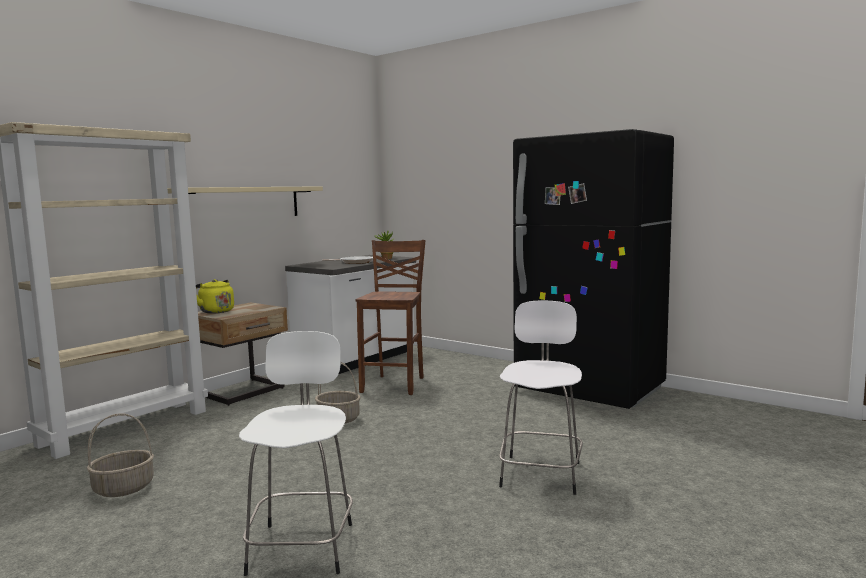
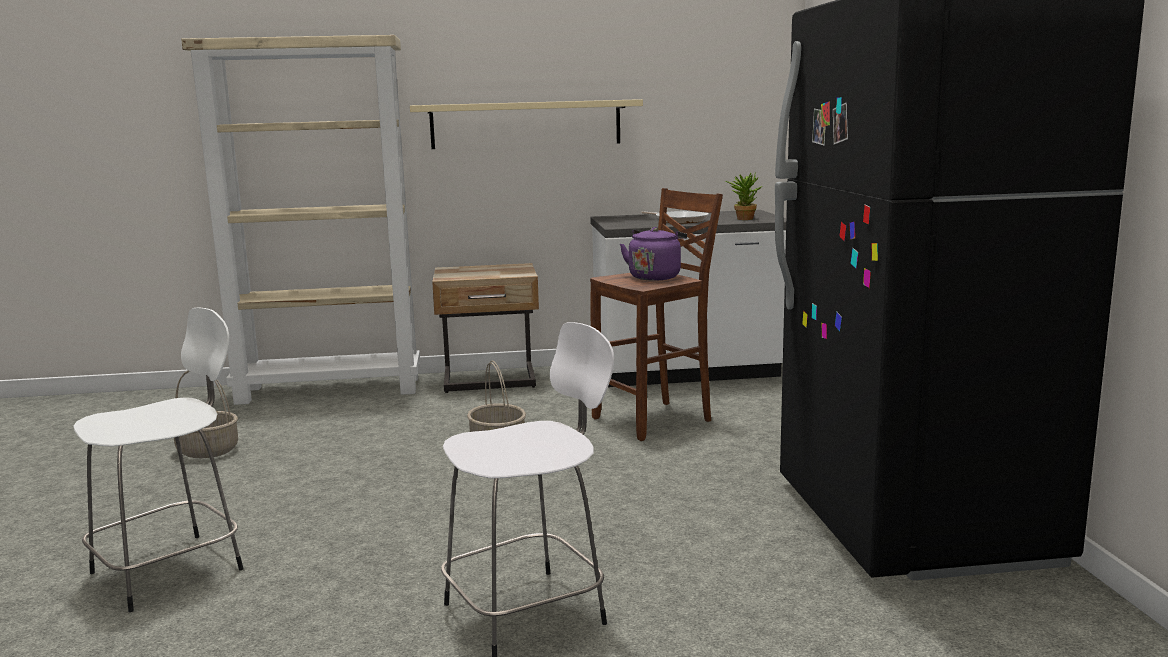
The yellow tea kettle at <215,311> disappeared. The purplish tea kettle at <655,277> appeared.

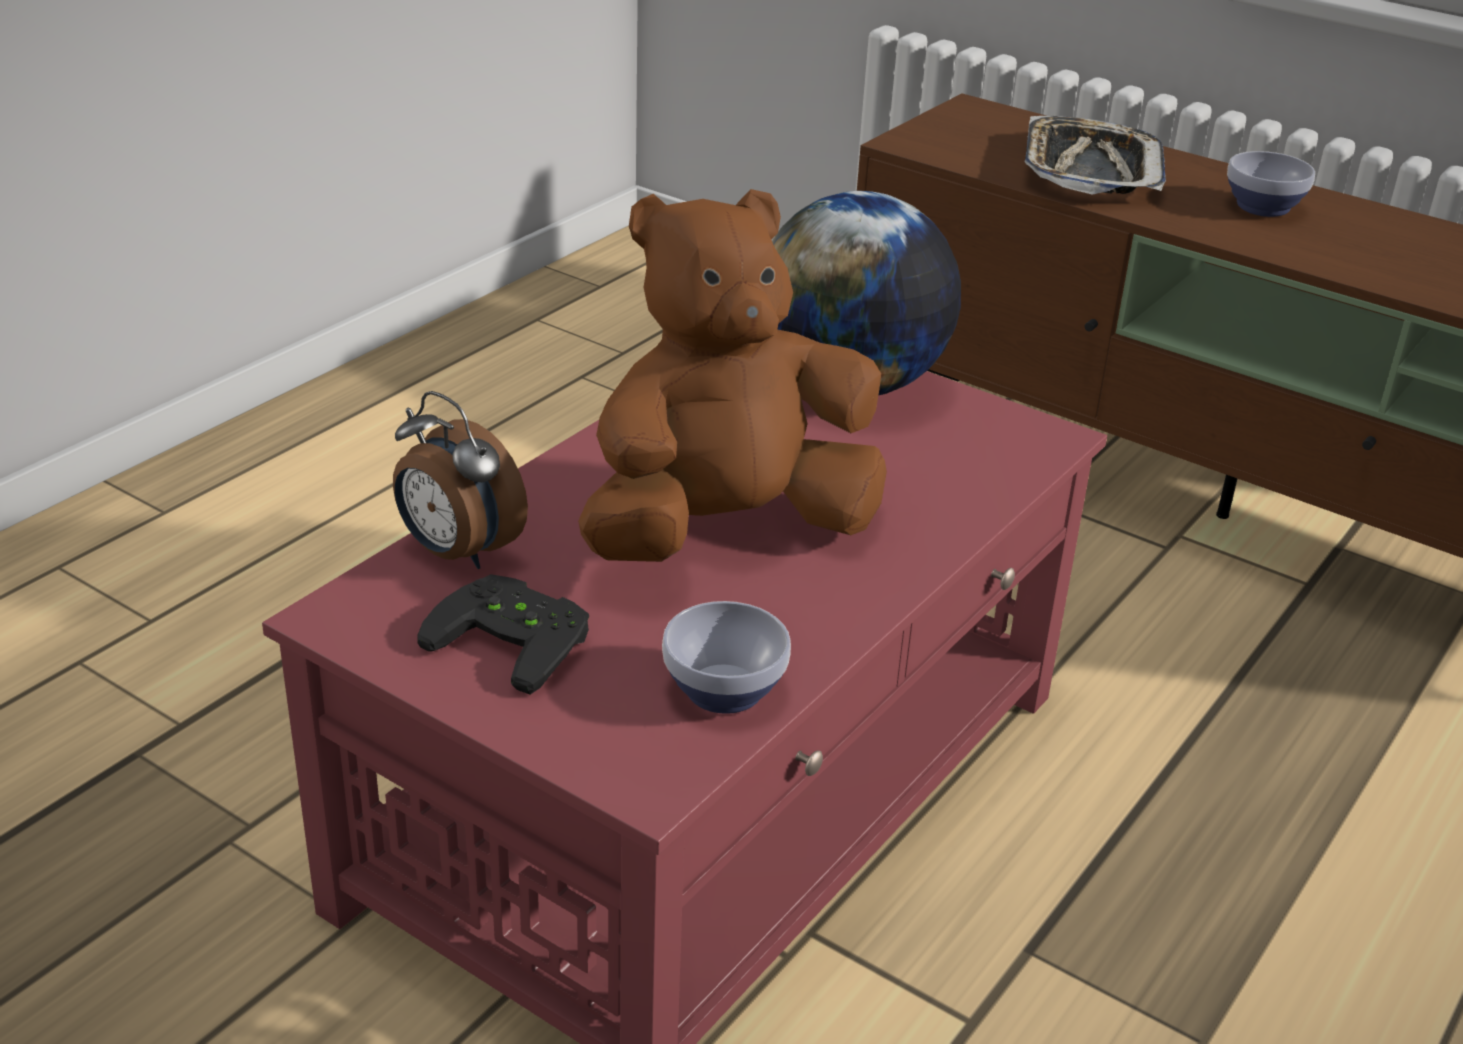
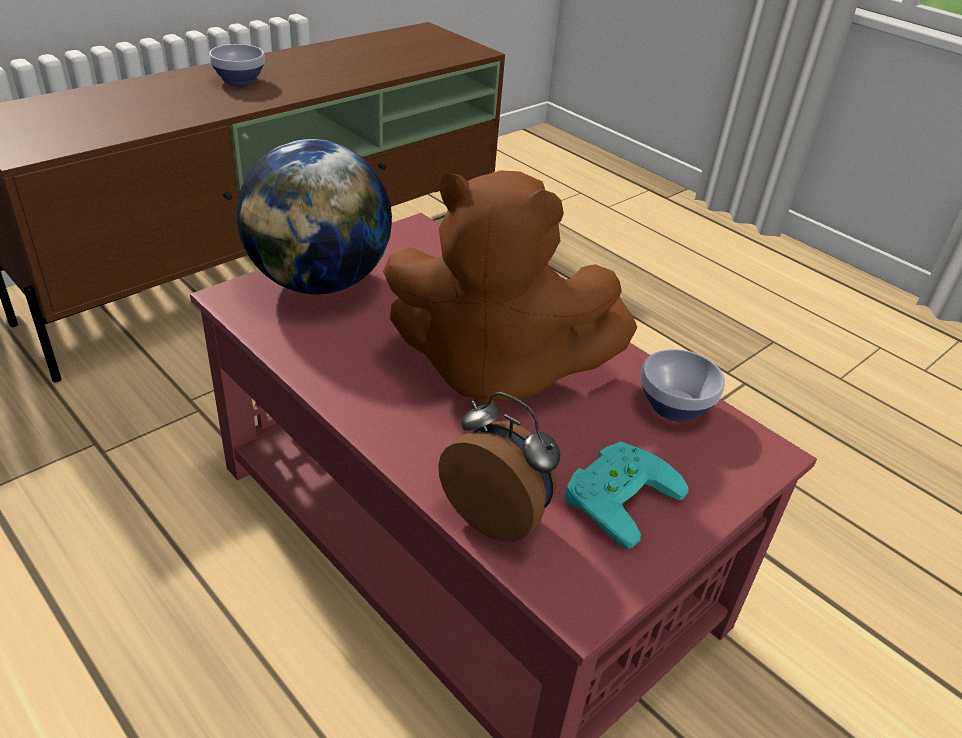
The table clock at <457,552> turned 105 degrees counterclockwise. The black-coloured joypad at <516,638> became the blue-green joypad at <616,494>. The brownish plush toy at <727,530> turned 60 degrees counterclockwise. The serving tray at <1089,170> disappeared.

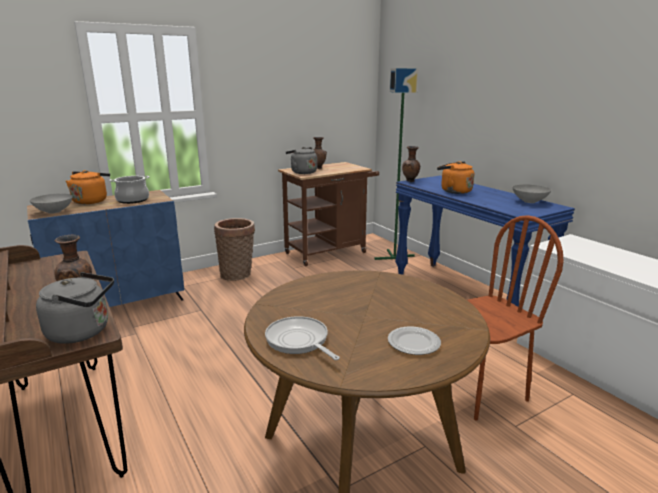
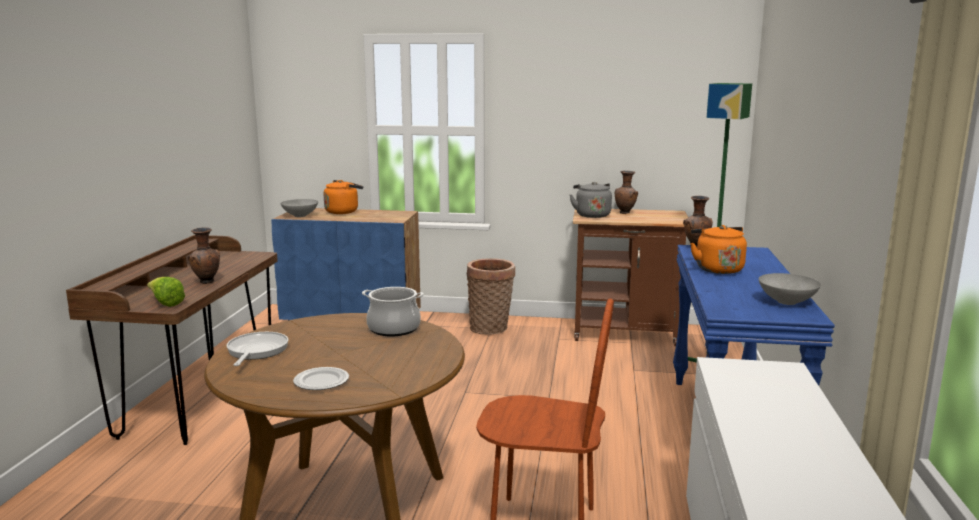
The grey tea kettle at <83,332> was replaced by the head of lettuce at <166,303>. The cooking pot moved from <132,200> to <393,329>.

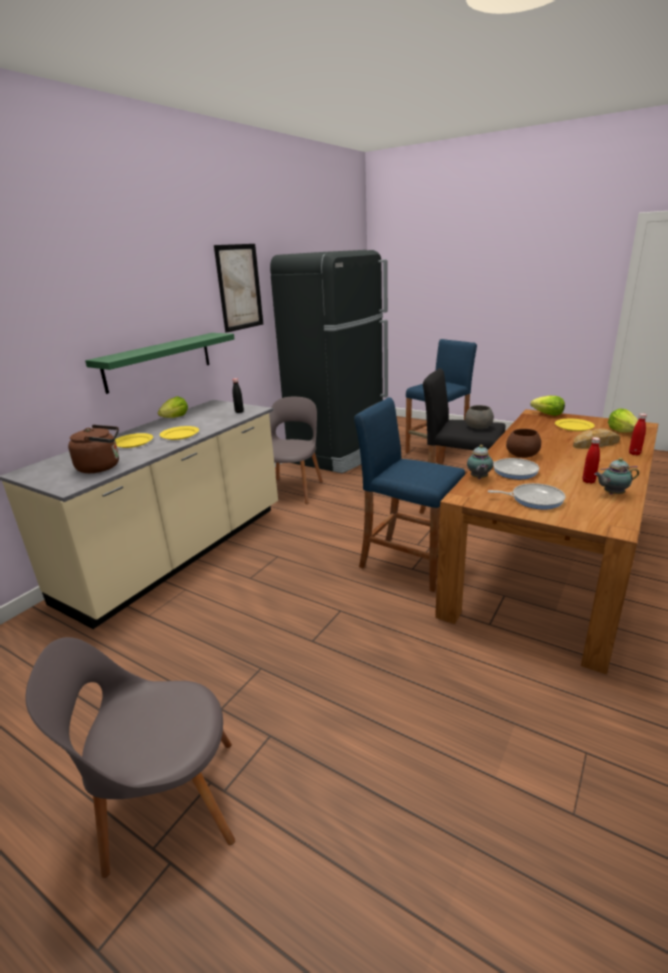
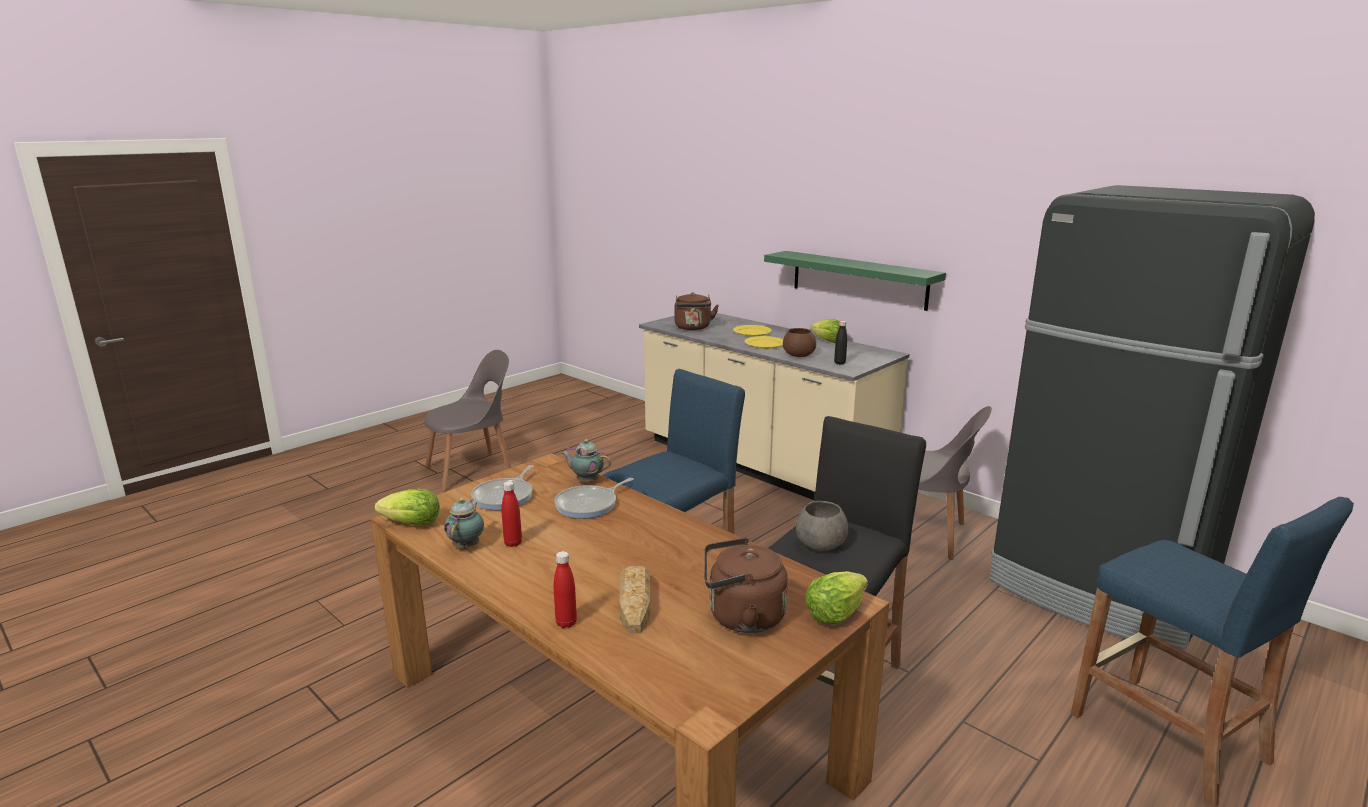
The grey upright chair at <165,803> turned 60 degrees clockwise. The picture at <239,287> disappeared. The brownish deep dish moved from <523,454> to <799,355>. The yellow dinner plate at <573,426> was replaced by the brownish tea kettle at <741,617>. The head of lettuce moved from <622,431> to <412,524>.

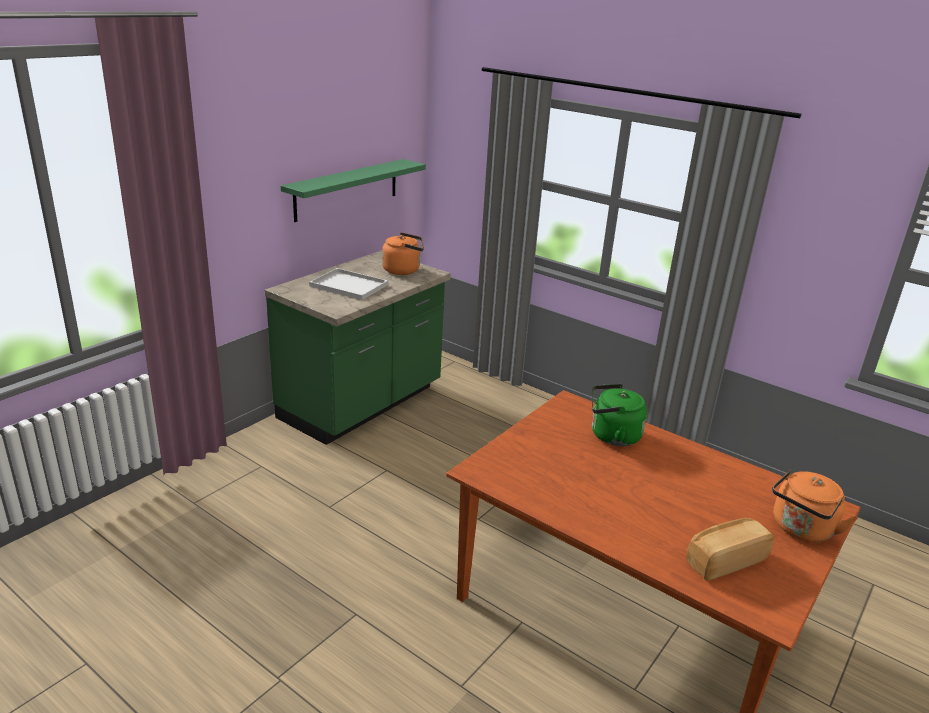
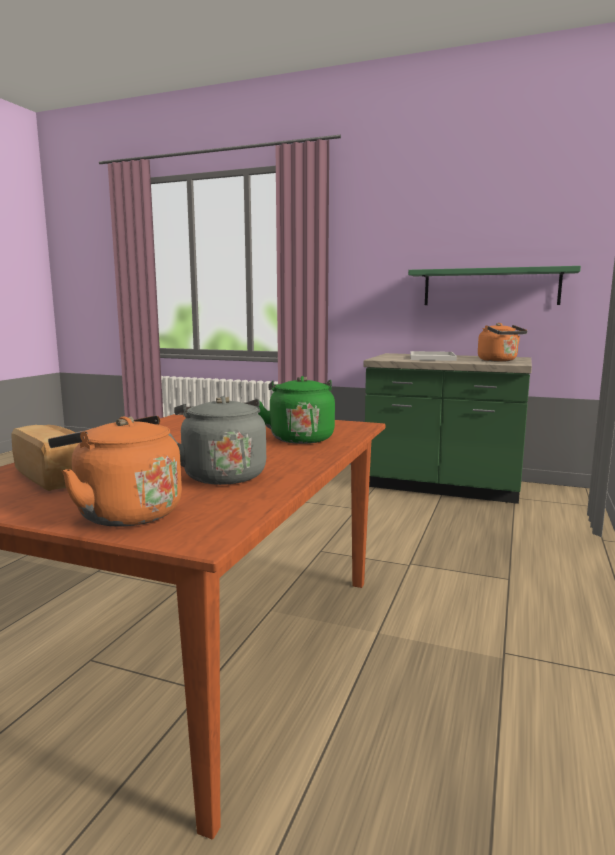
The grey tea kettle at <221,475> appeared.

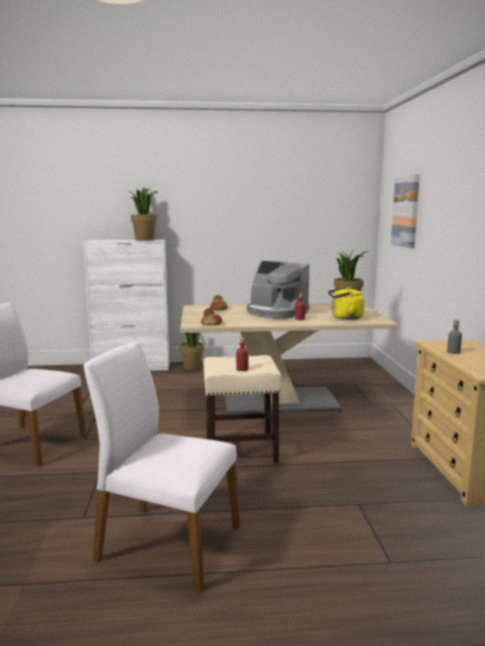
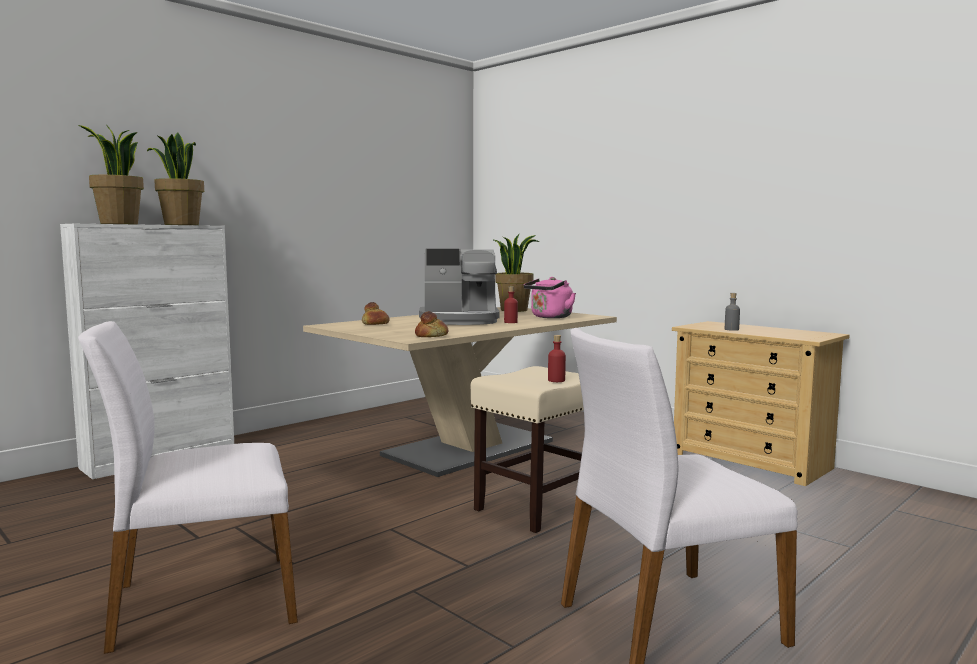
The plant in a pot moved from <191,367> to <118,224>. The yellow tea kettle at <344,318> became the pink tea kettle at <550,317>. The picture at <406,211> disappeared.

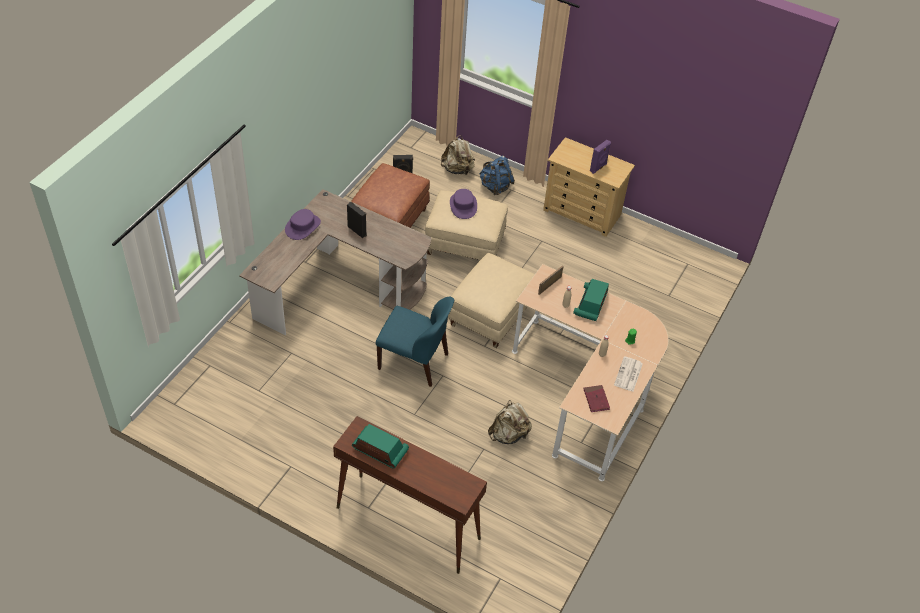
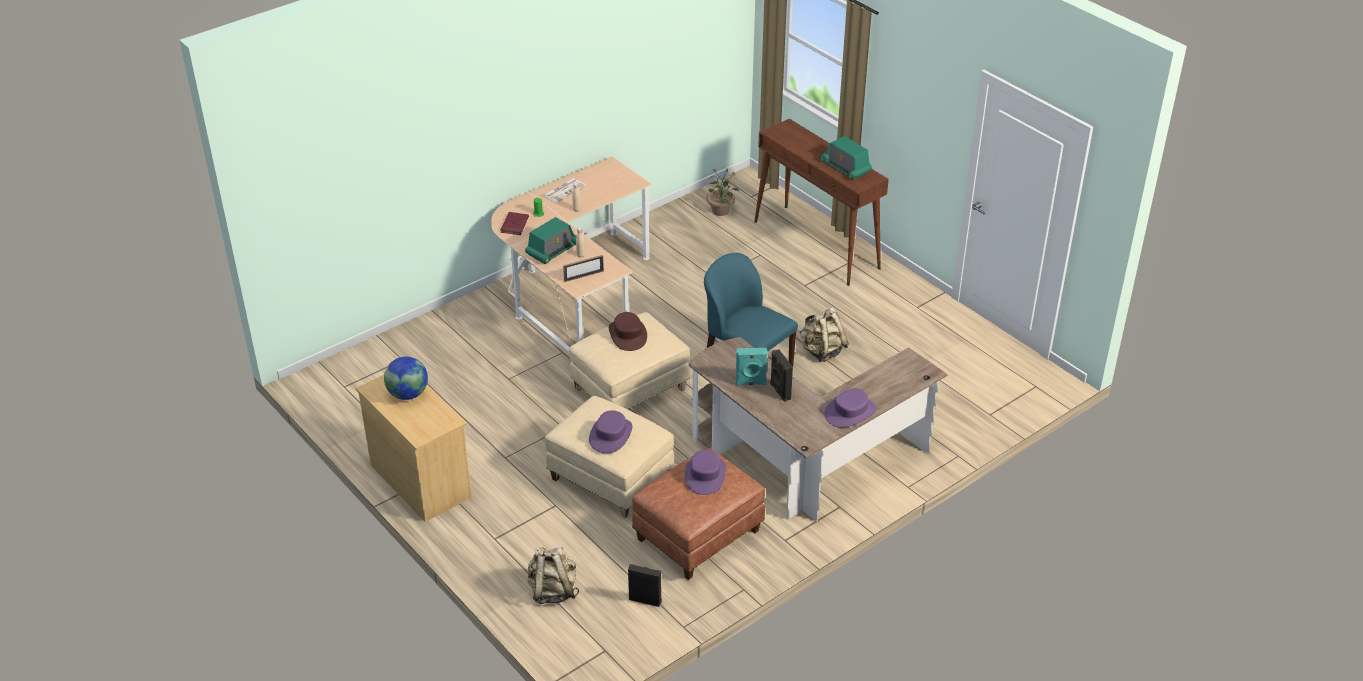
The blue knapsack at <495,187> disappeared. The sand-coloured knapsack moved from <508,434> to <822,351>. The red bound book moved from <596,399> to <514,225>. The purplish audio speaker at <598,168> was replaced by the globe at <408,394>. The brownish wearable hat at <628,335> appeared. The purplish wearable hat at <705,475> appeared. The plant in a pot at <720,210> appeared. The blue-green audio speaker at <750,383> appeared.

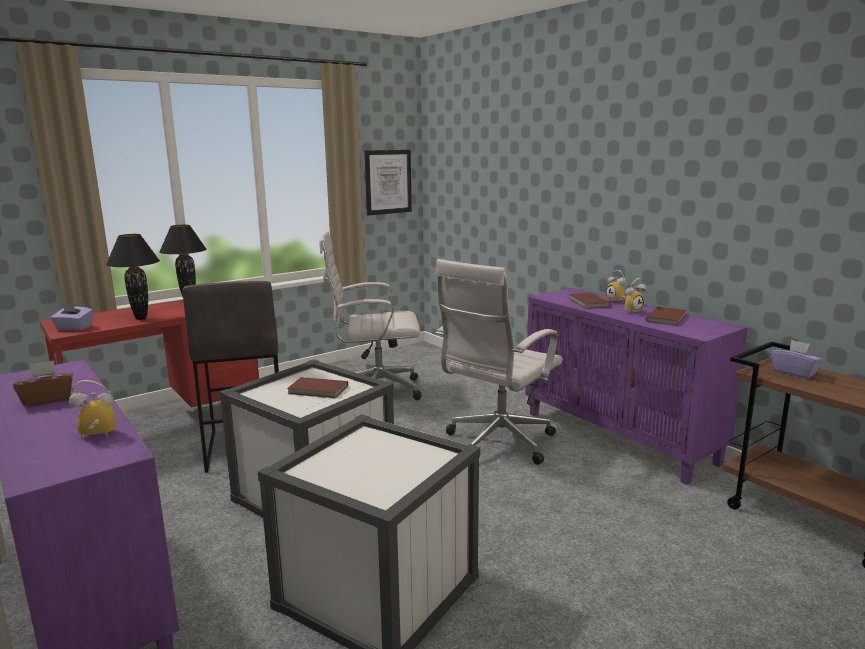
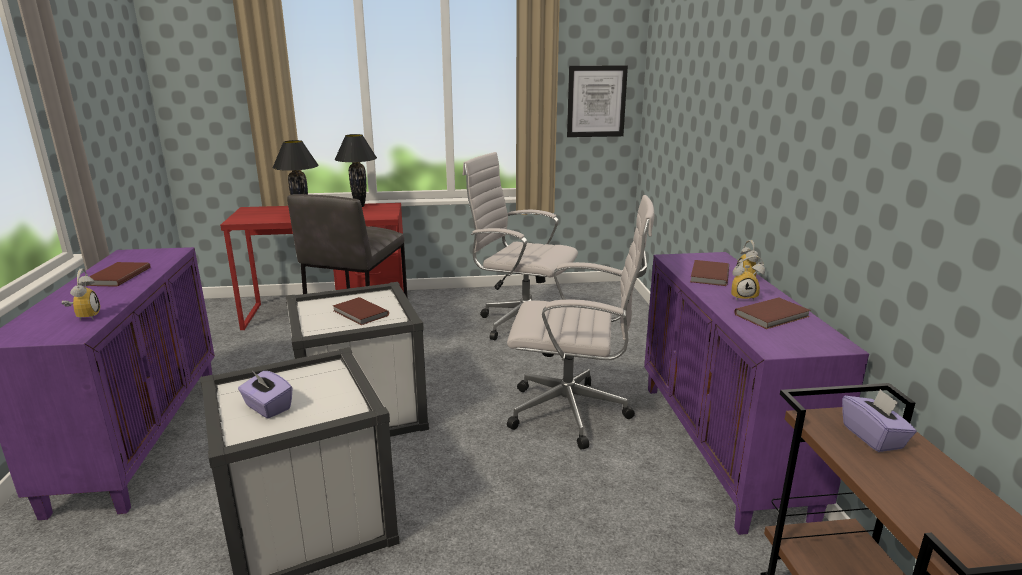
The brownish box of tissues at <48,399> was replaced by the brownish bound book at <116,277>. The purplish box of tissues moved from <74,328> to <267,407>. The table clock at <96,437> turned 60 degrees clockwise. The white-coloured desk chair at <497,444> turned 150 degrees counterclockwise.

